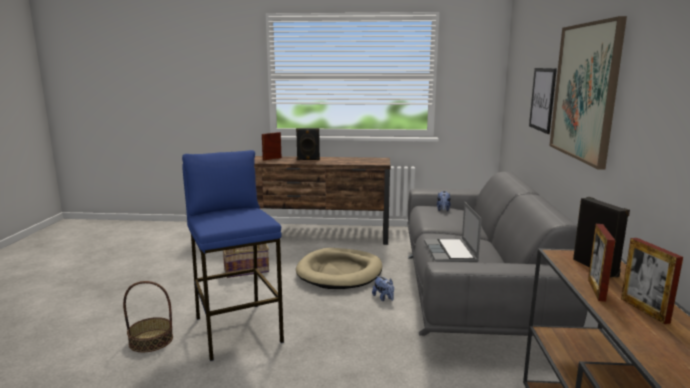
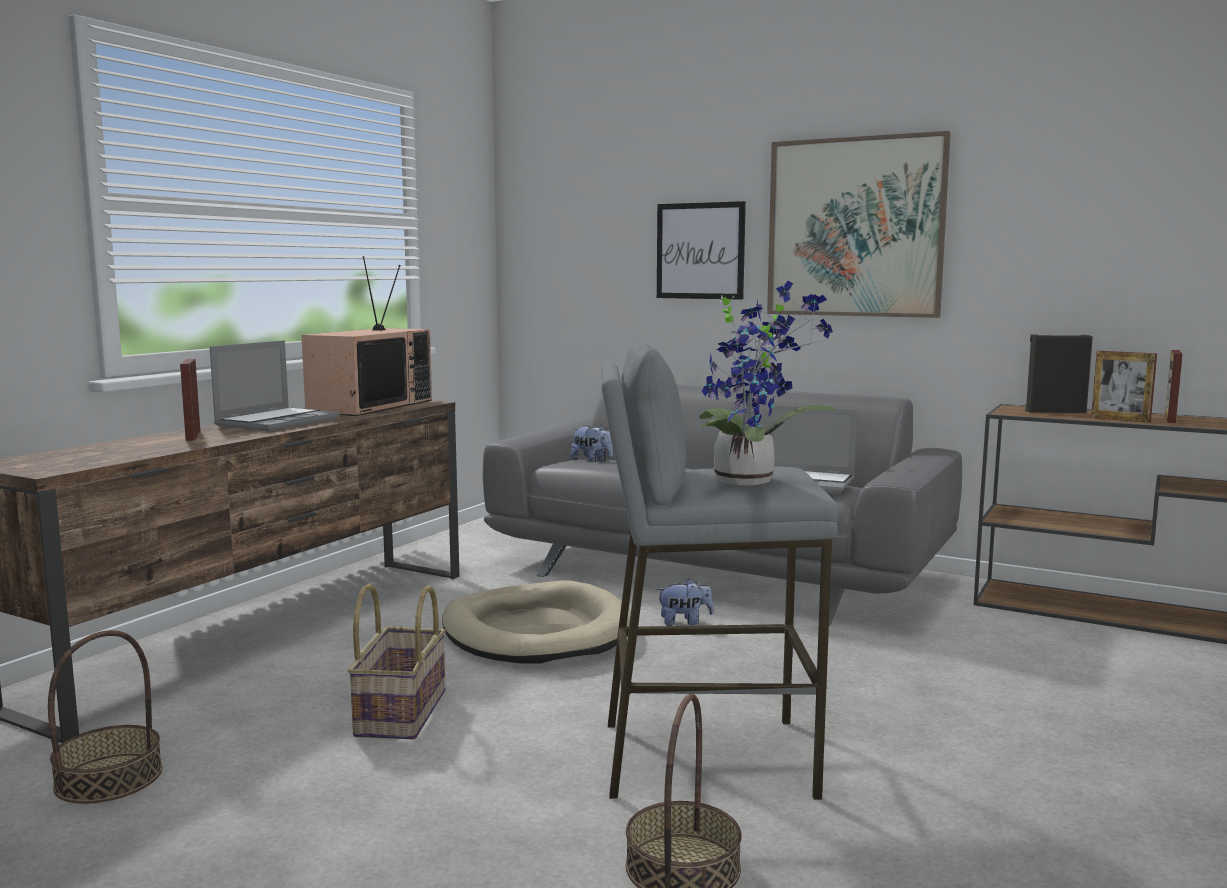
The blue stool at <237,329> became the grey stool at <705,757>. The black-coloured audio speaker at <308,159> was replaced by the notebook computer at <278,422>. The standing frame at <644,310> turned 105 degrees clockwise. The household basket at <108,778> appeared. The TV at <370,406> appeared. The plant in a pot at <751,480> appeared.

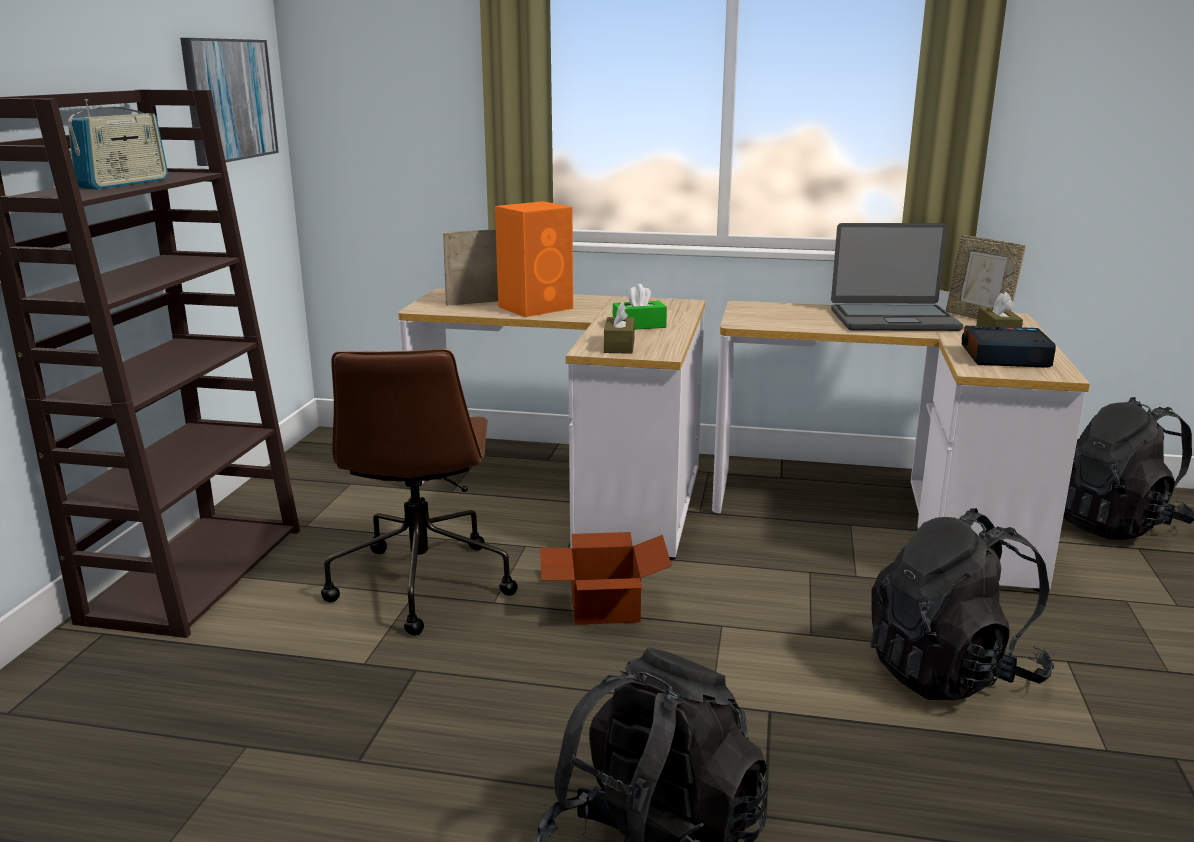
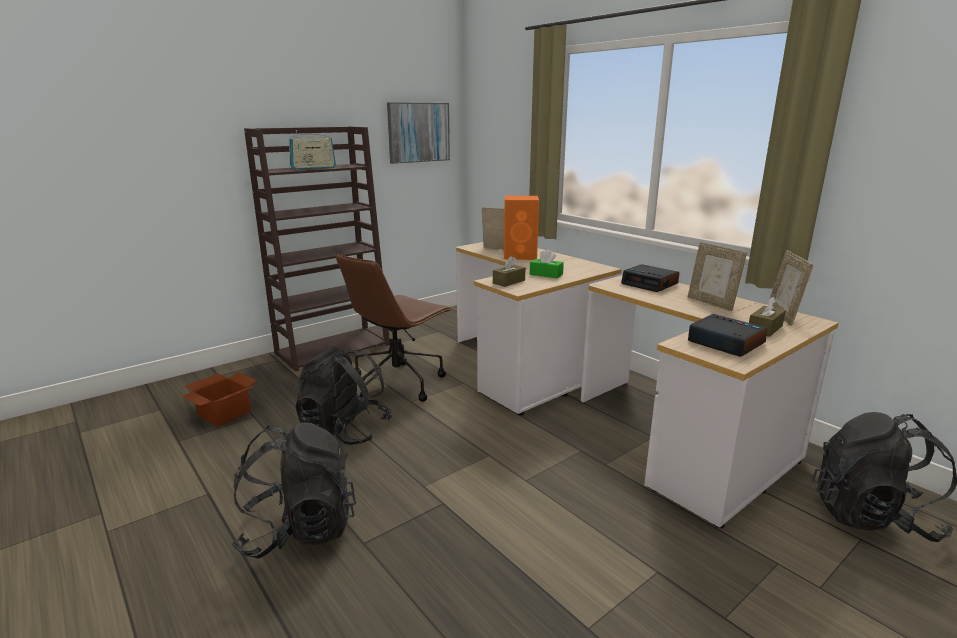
The carton moved from <602,605> to <224,413>. The notebook computer at <893,320> was replaced by the standing frame at <711,303>. The black-coloured knapsack moved from <951,672> to <344,430>. The table clock at <650,284> appeared.

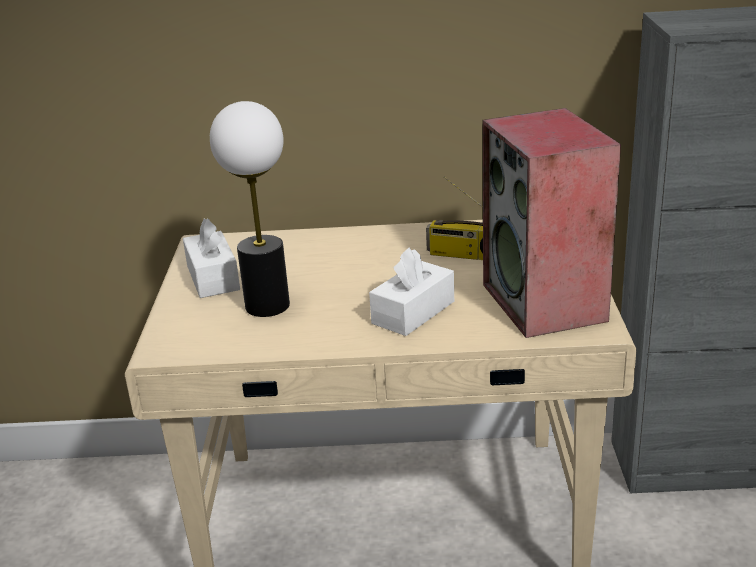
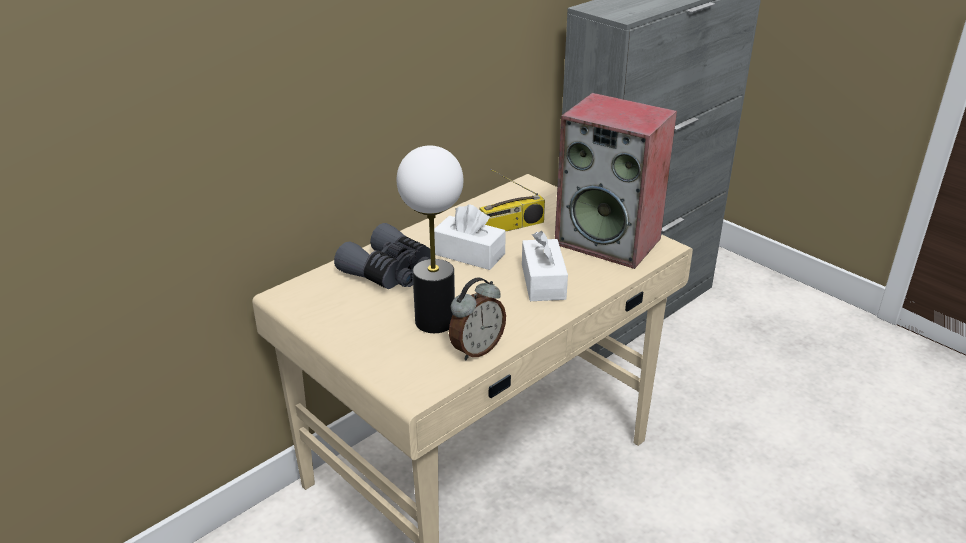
The white-coloured box of tissues moved from <213,278> to <469,254>. The grey field glasses at <391,272> appeared. The table clock at <476,349> appeared.

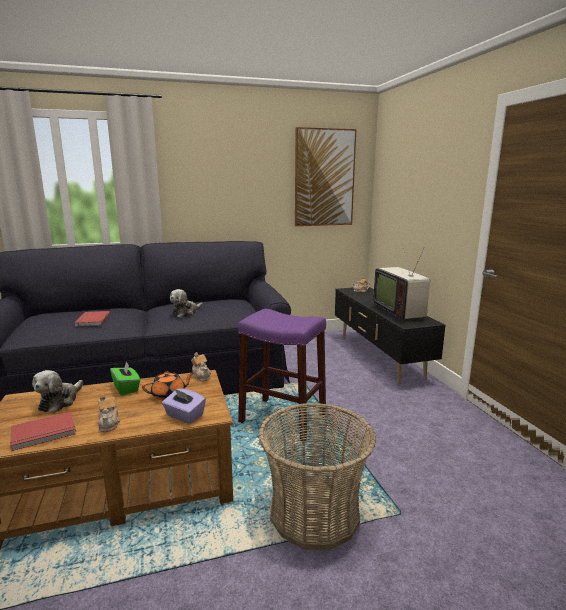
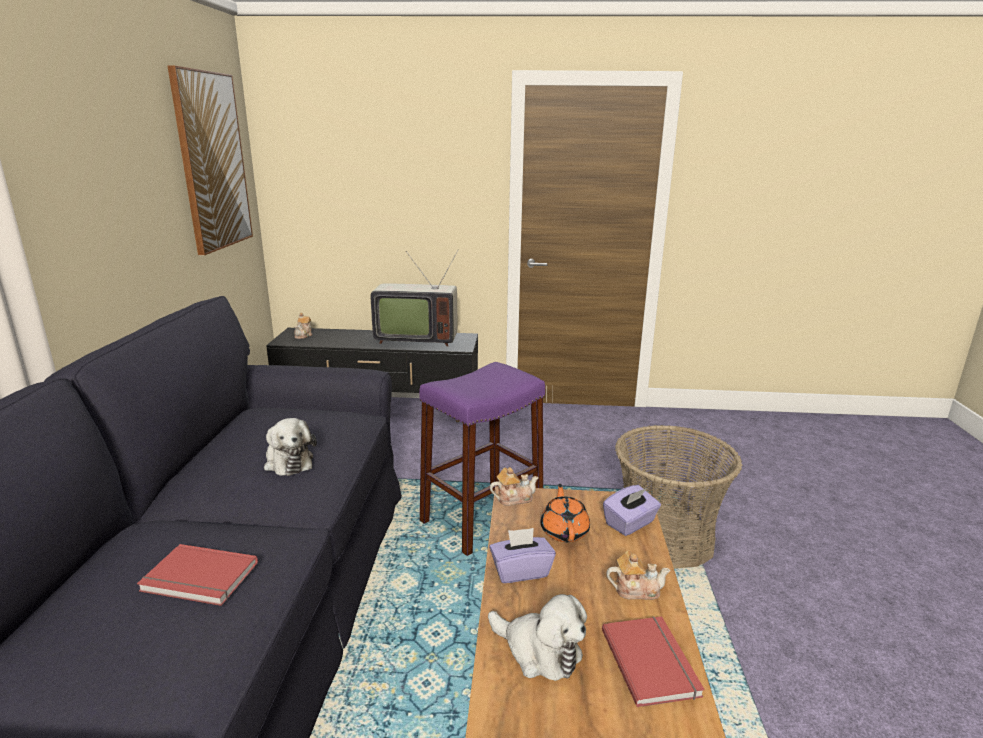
The green-coloured box of tissues at <126,388> became the purplish box of tissues at <520,571>.

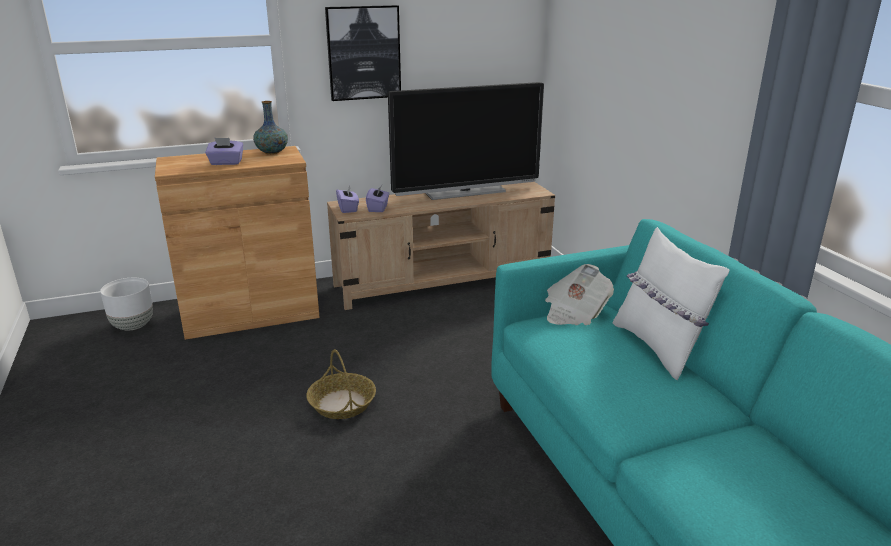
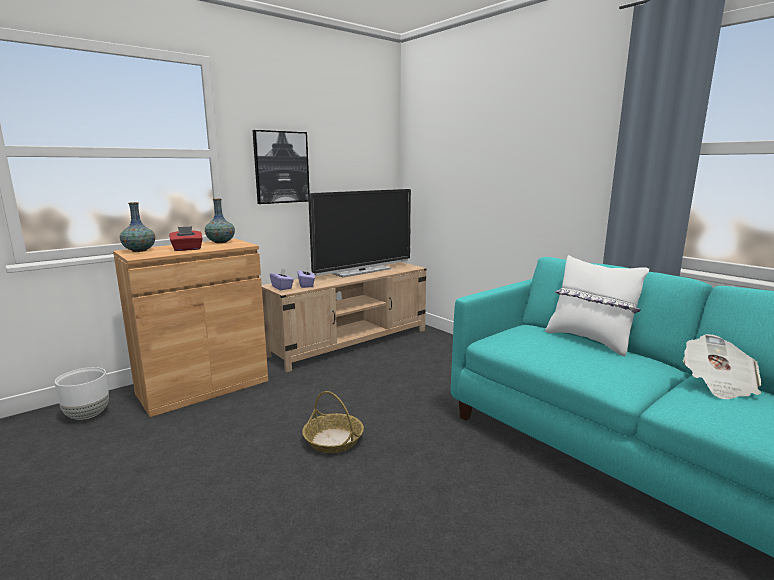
The purplish box of tissues at <226,163> became the red box of tissues at <187,249>. The daily paper moved from <574,312> to <718,384>. The decorative vase at <139,250> appeared.

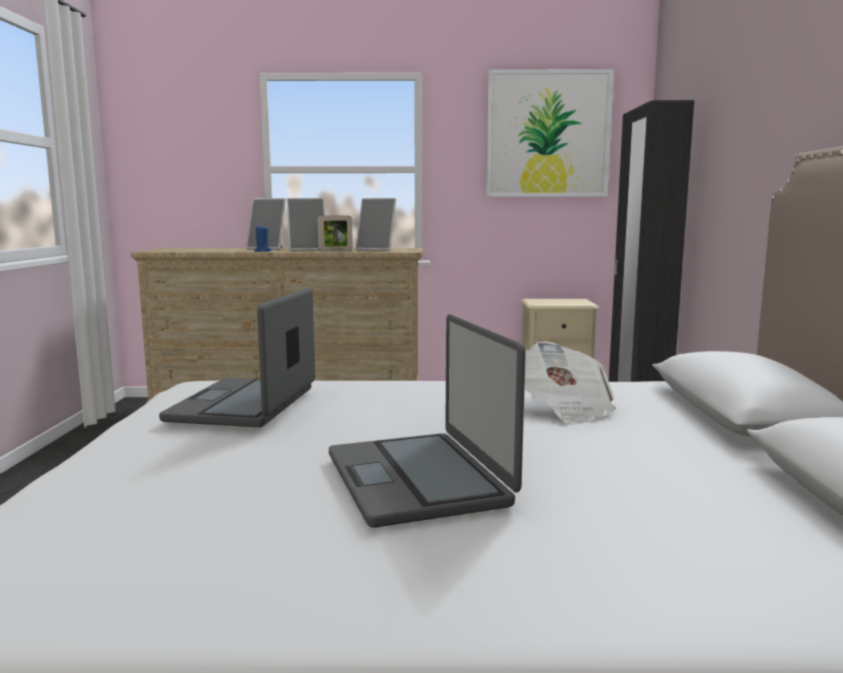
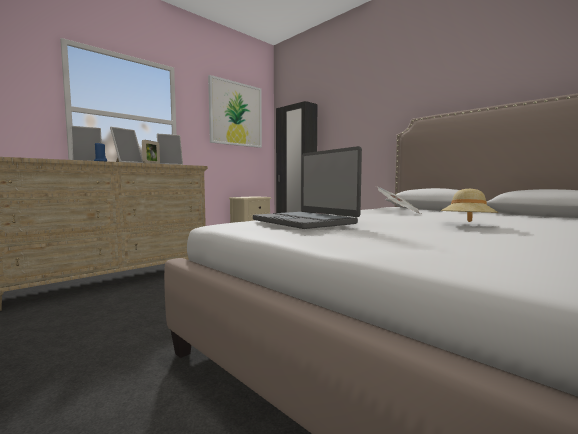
The notebook computer at <418,479> was replaced by the sand-coloured wearable hat at <467,224>.

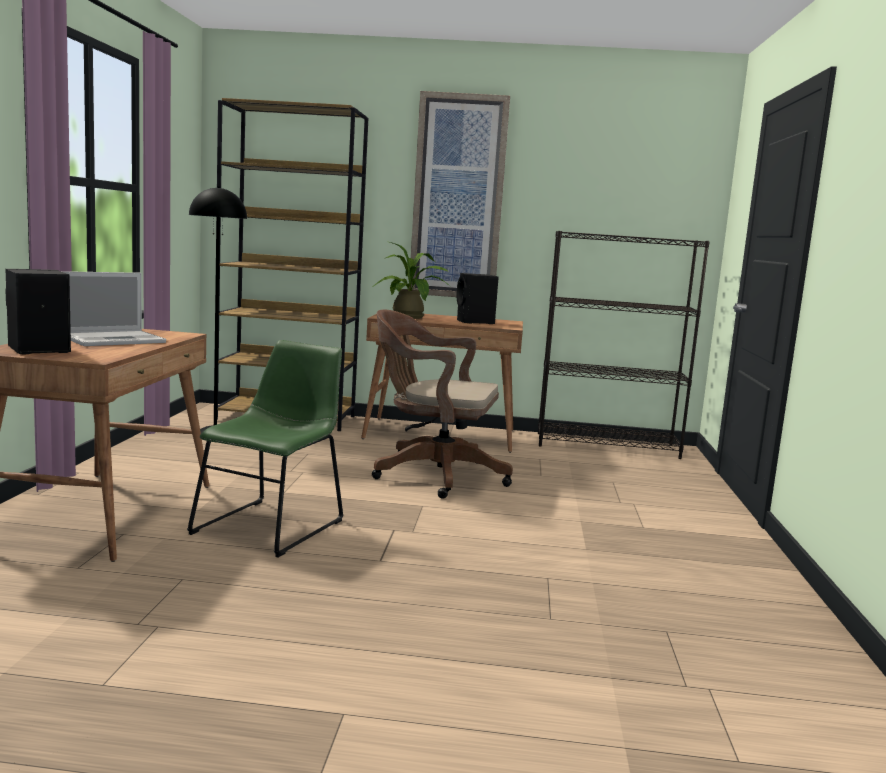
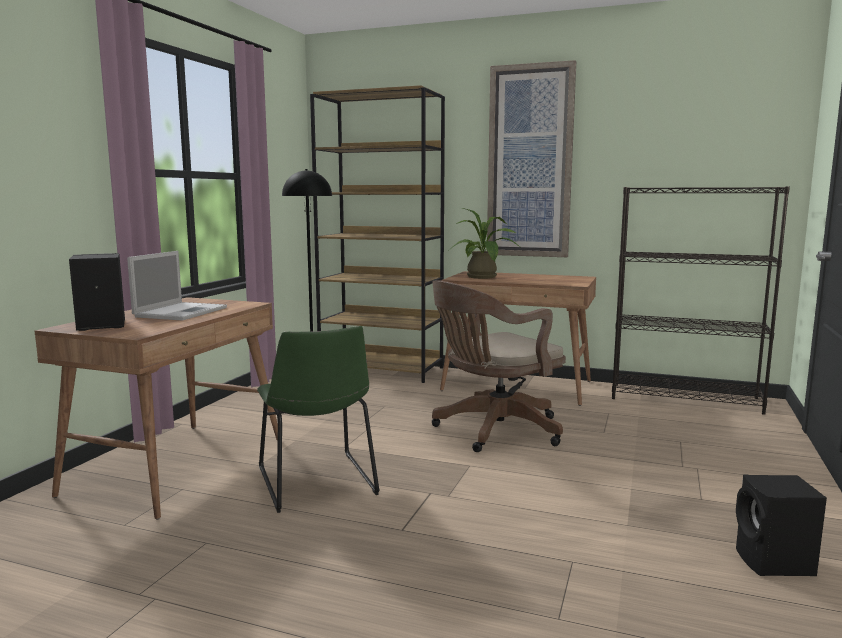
The notebook computer at <115,339> turned 45 degrees counterclockwise. The green-coloured upright chair at <272,525> turned 120 degrees clockwise. The brownish desk chair at <433,475> turned 60 degrees counterclockwise. The black-coloured audio speaker moved from <475,322> to <774,563>.

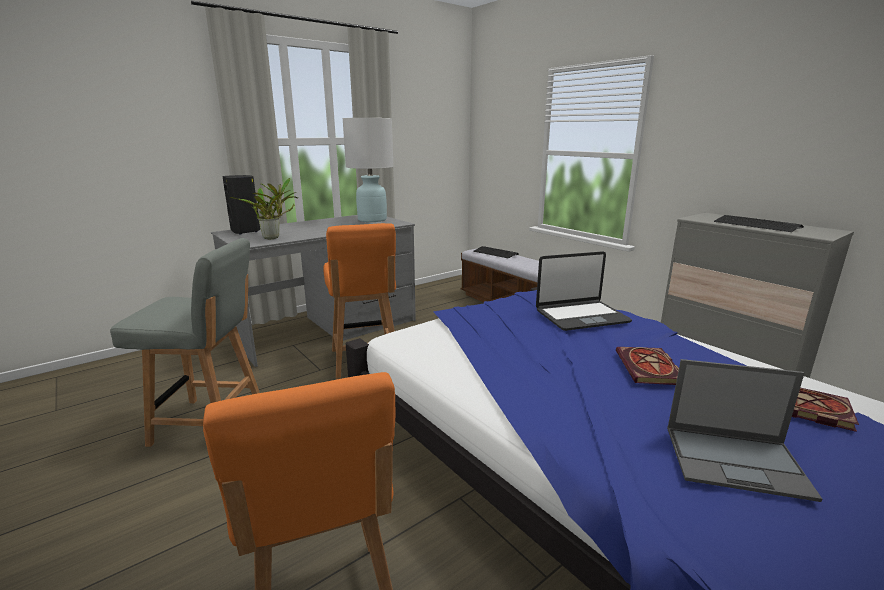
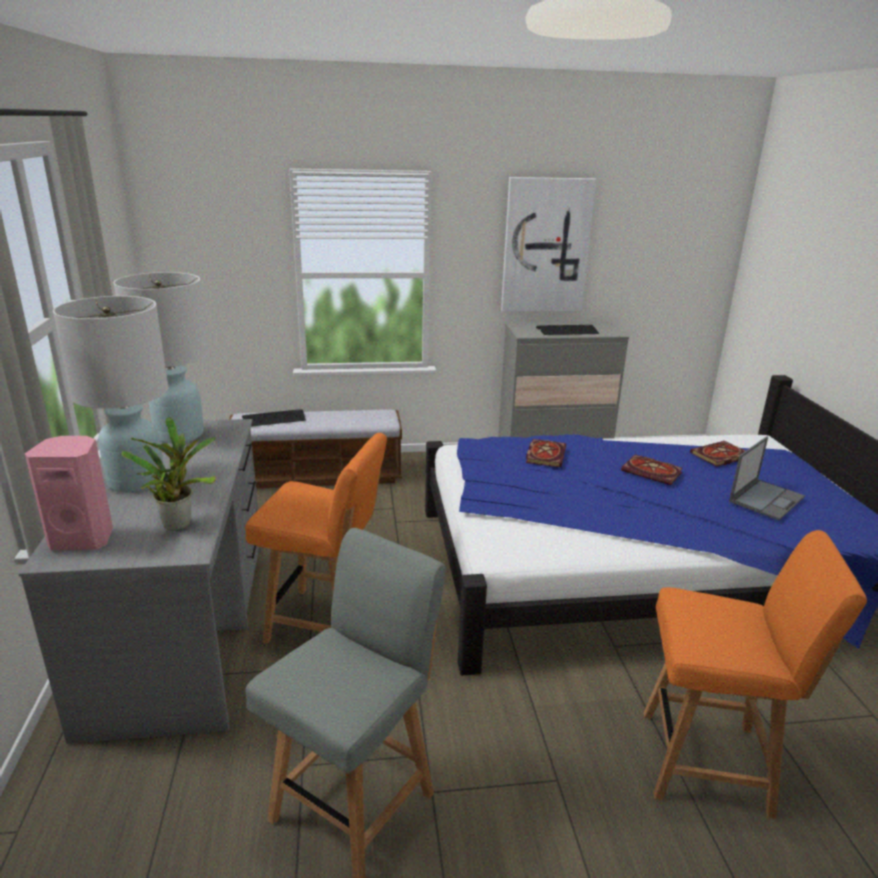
The black-coloured audio speaker at <246,231> became the pink audio speaker at <84,538>. The notebook computer at <581,316> was replaced by the bound book at <545,454>. The white-coloured tabletop lamp at <136,481> appeared. The picture at <546,246> appeared.

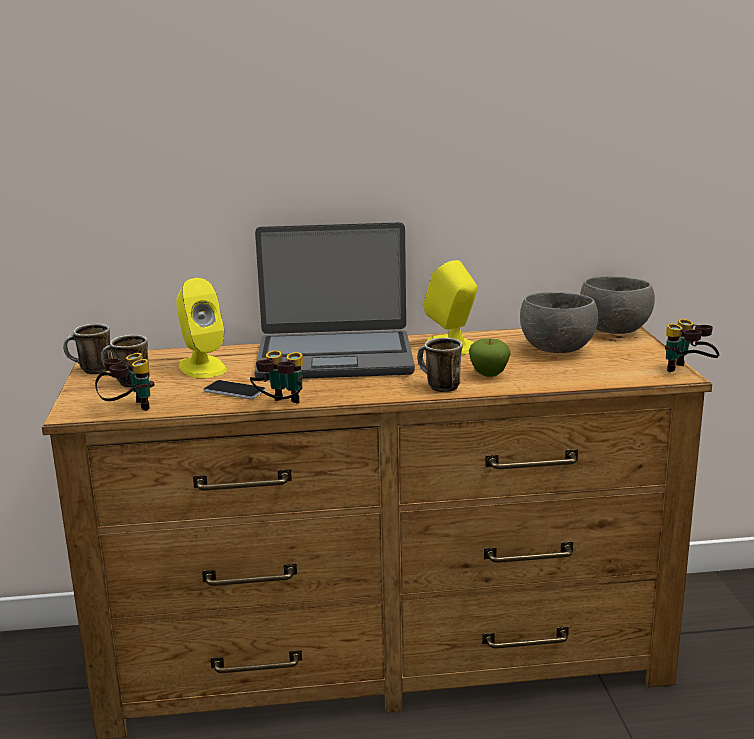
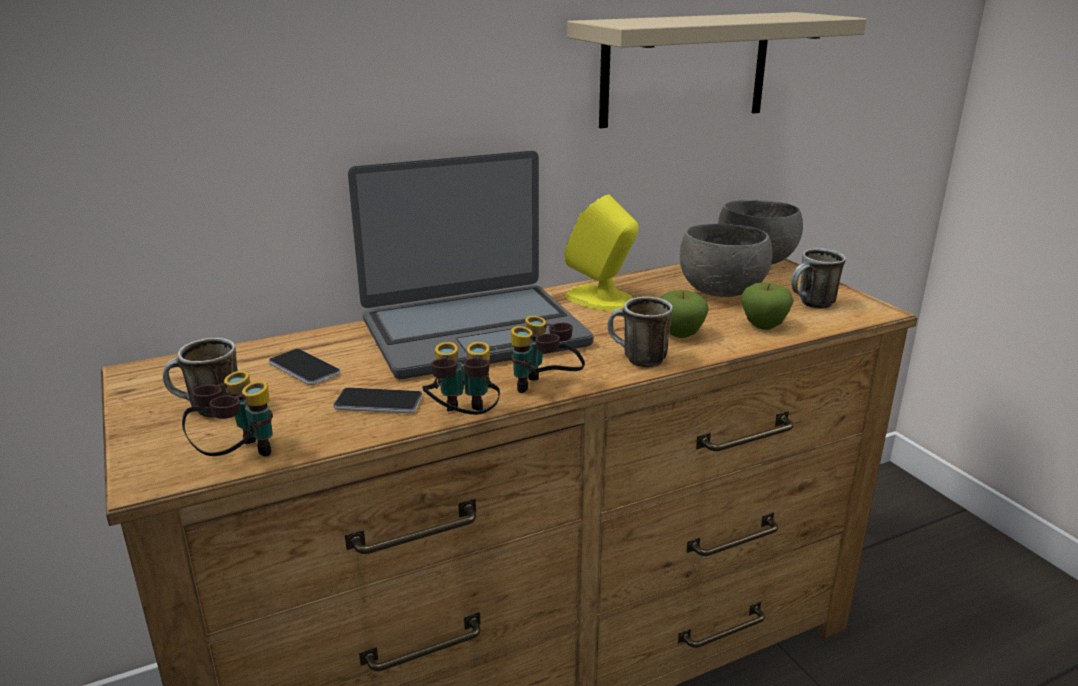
The mug moved from <90,371> to <812,305>. The yellow audio speaker at <202,367> was replaced by the phone at <304,368>. The field glasses moved from <688,372> to <545,390>. The sand-coloured bracket shelf at <685,69> appeared. The apple fruit at <763,326> appeared.

